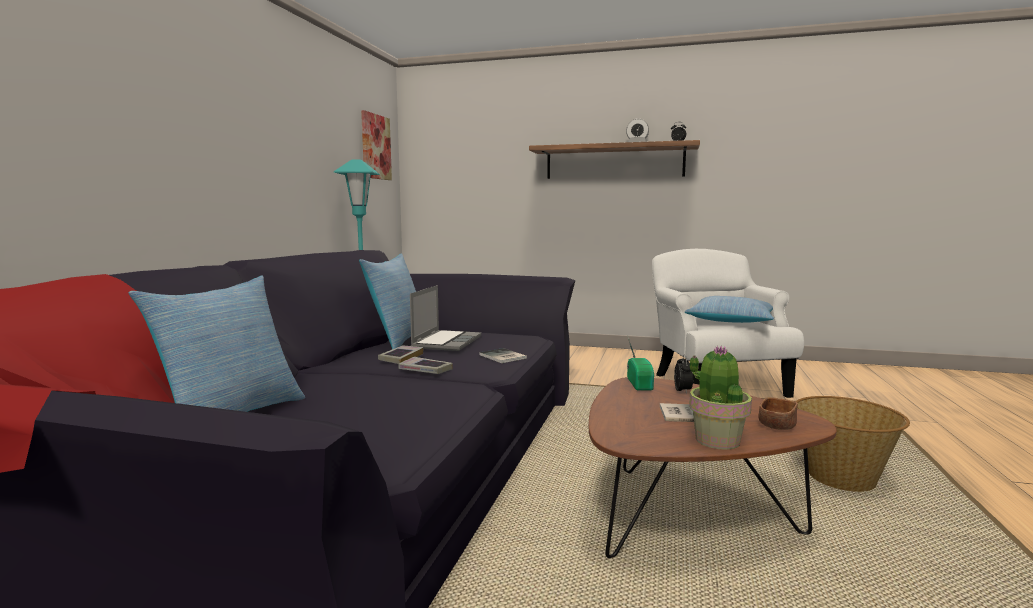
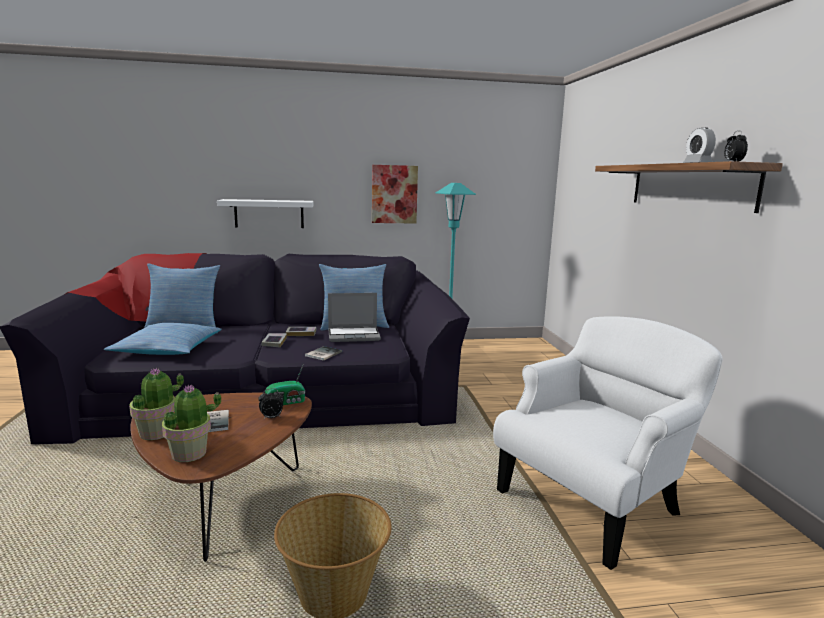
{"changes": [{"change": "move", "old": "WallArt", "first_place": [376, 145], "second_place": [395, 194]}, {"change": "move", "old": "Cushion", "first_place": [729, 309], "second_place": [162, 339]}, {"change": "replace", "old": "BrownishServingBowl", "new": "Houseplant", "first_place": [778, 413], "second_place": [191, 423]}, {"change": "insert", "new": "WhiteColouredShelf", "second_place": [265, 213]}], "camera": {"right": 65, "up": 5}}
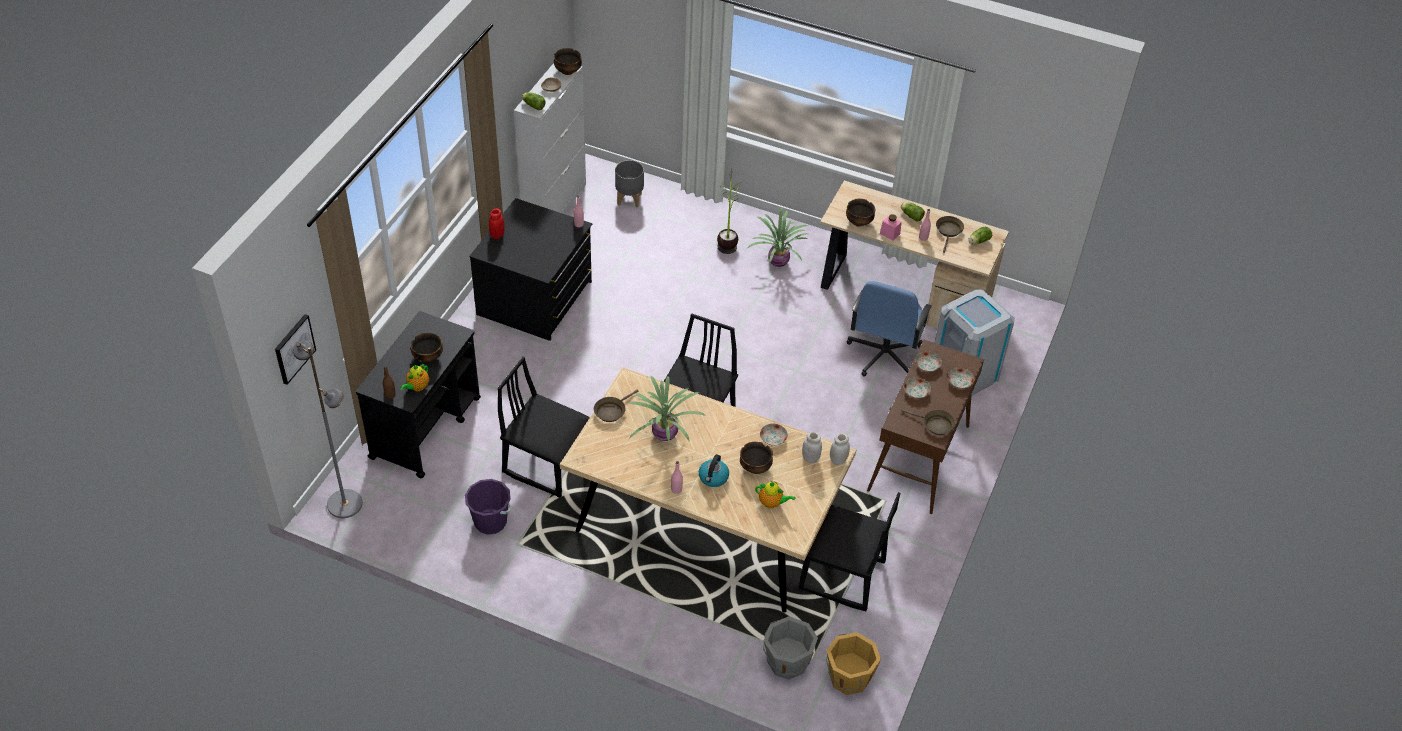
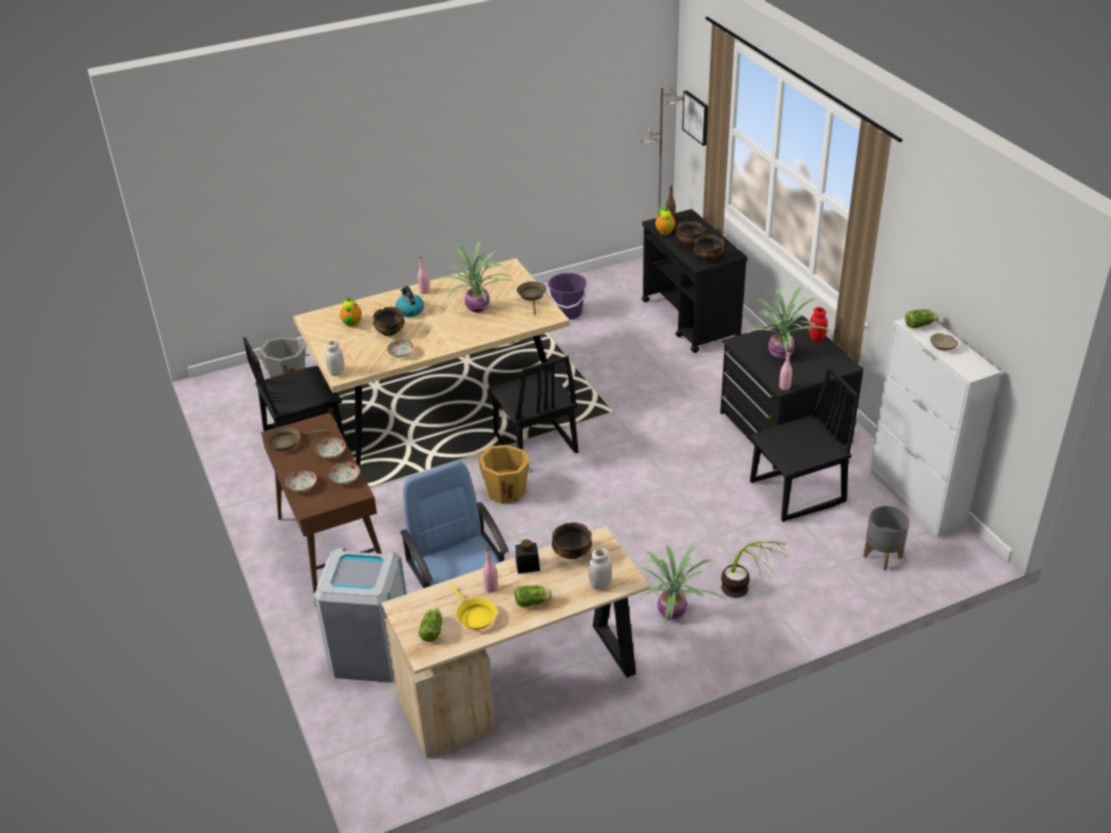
{"changes": [{"change": "move", "old": "BlackColouredPlainChair", "first_place": [544, 427], "second_place": [804, 444]}, {"change": "move", "old": "ServingBowl", "first_place": [568, 61], "second_place": [709, 248]}, {"change": "rotate", "old": "Teapot", "first_place": [775, 494], "second_place": [351, 312], "degrees": -60}, {"change": "move", "old": "WhiteColouredJar", "first_place": [812, 447], "second_place": [600, 569]}, {"change": "move", "old": "OrangePail", "first_place": [853, 663], "second_place": [506, 474]}, {"change": "recolor", "old": "PinkColouredJar", "new": "BlackColouredJar", "first_place": [891, 227], "second_place": [528, 556]}, {"change": "recolor", "old": "BrownishFryingPan", "new": "YellowishFryingPan", "first_place": [950, 234], "second_place": [473, 607]}, {"change": "insert", "new": "Houseplant", "second_place": [789, 323]}], "camera": {"right": 135, "up": -10}}
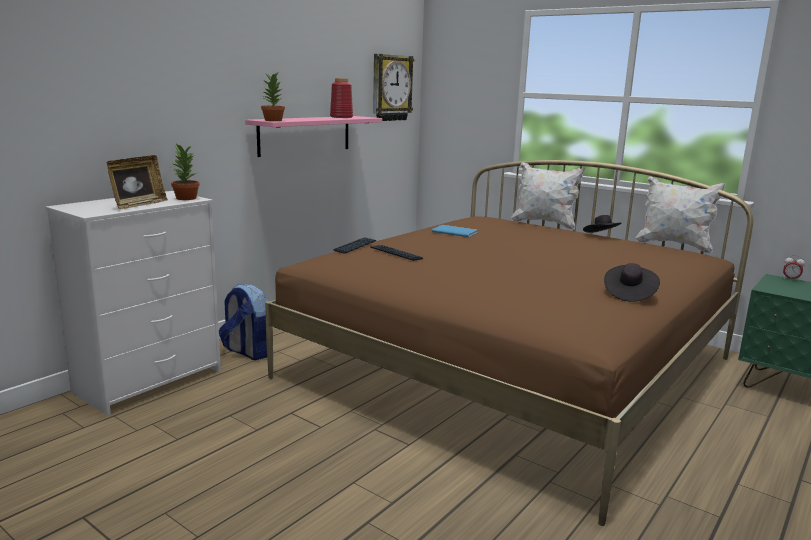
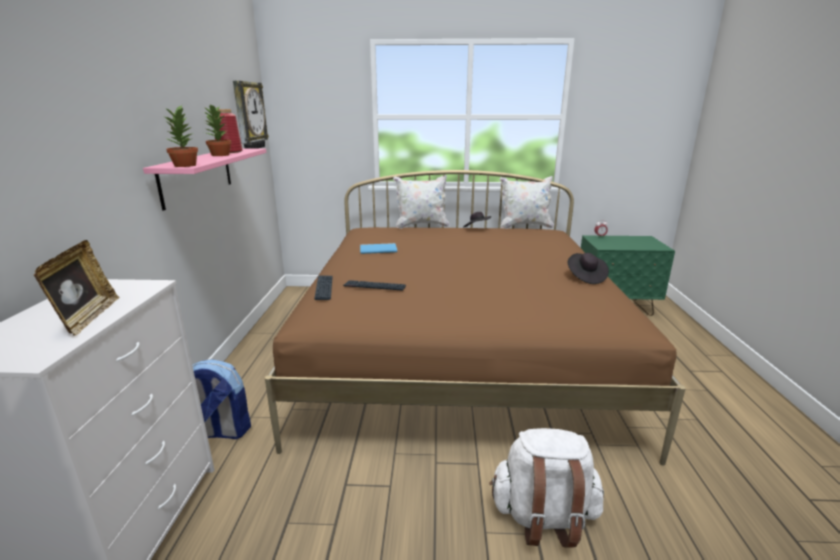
{"changes": [{"change": "move", "old": "Houseplant", "first_place": [185, 172], "second_place": [217, 130]}, {"change": "insert", "new": "WhiteColouredBackpack", "second_place": [546, 487]}], "camera": {"right": -35, "up": 5}}
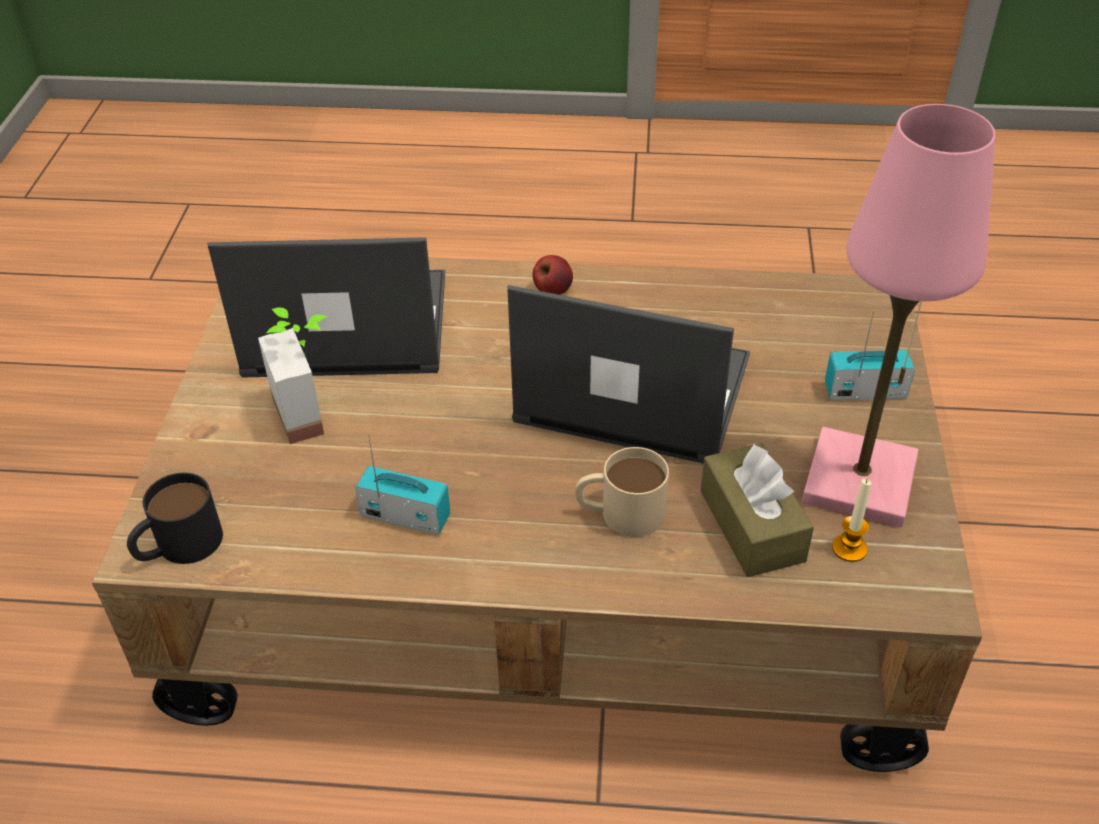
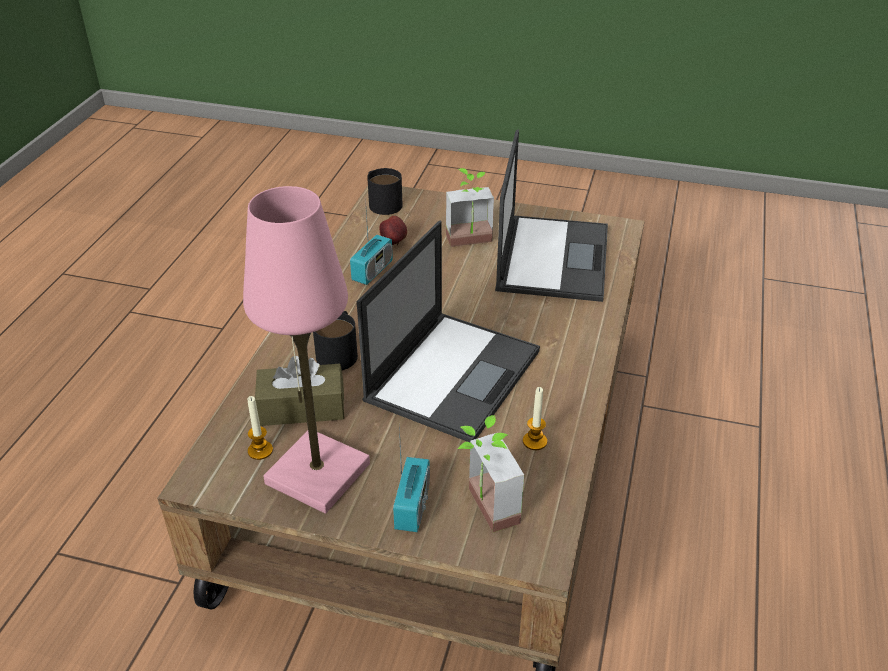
{"changes": [{"change": "move", "old": "WholeApple", "first_place": [552, 275], "second_place": [393, 230]}, {"change": "recolor", "old": "BeigeMug", "new": "BlackColouredMug", "first_place": [622, 492], "second_place": [335, 340]}, {"change": "insert", "new": "Houseplant", "second_place": [491, 473]}, {"change": "insert", "new": "WaxLight", "second_place": [535, 418]}], "camera": {"right": 100, "up": -5}}
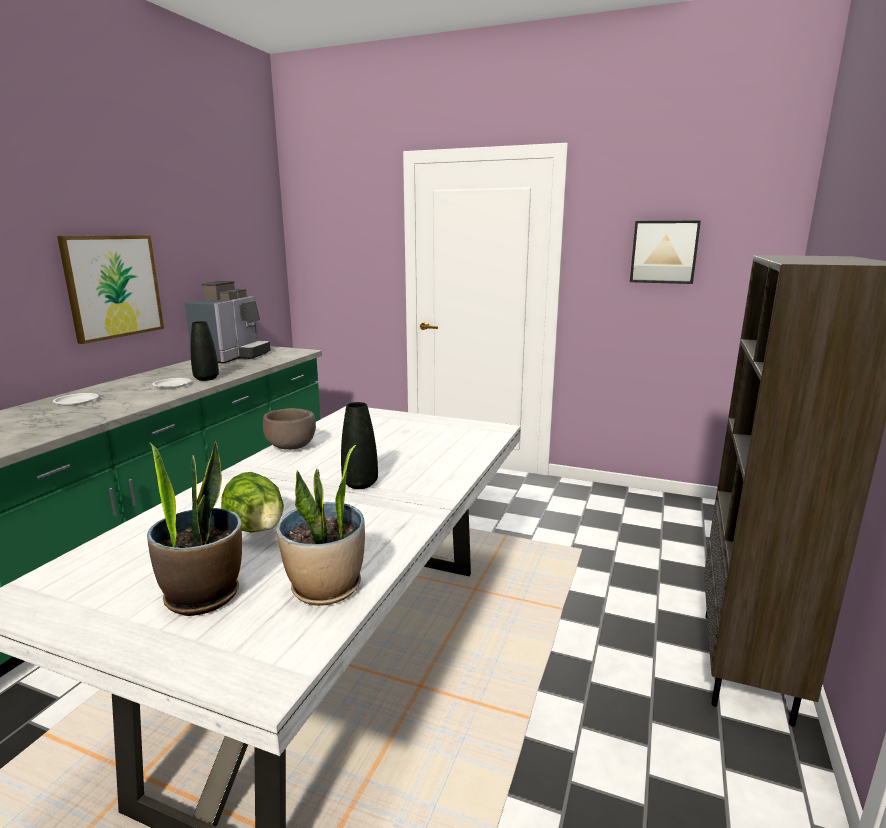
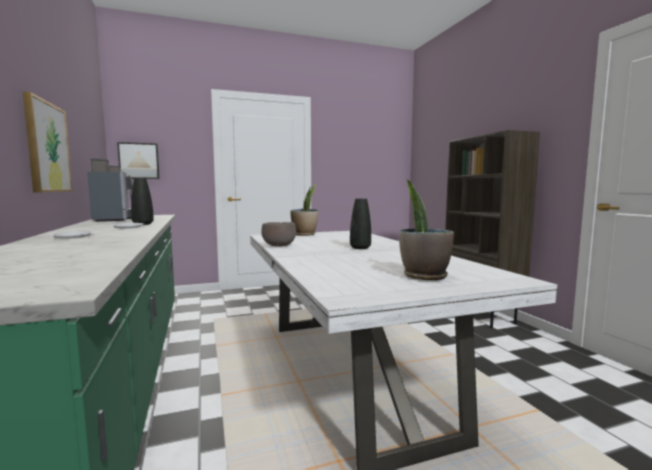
{"changes": [{"change": "delete", "old": "HeadOfLettuce", "first_place": [252, 502]}, {"change": "move", "old": "Houseplant", "first_place": [320, 525], "second_place": [304, 209]}, {"change": "move", "old": "WallArt", "first_place": [665, 252], "second_place": [138, 160]}], "camera": {"right": -40, "up": -10}}
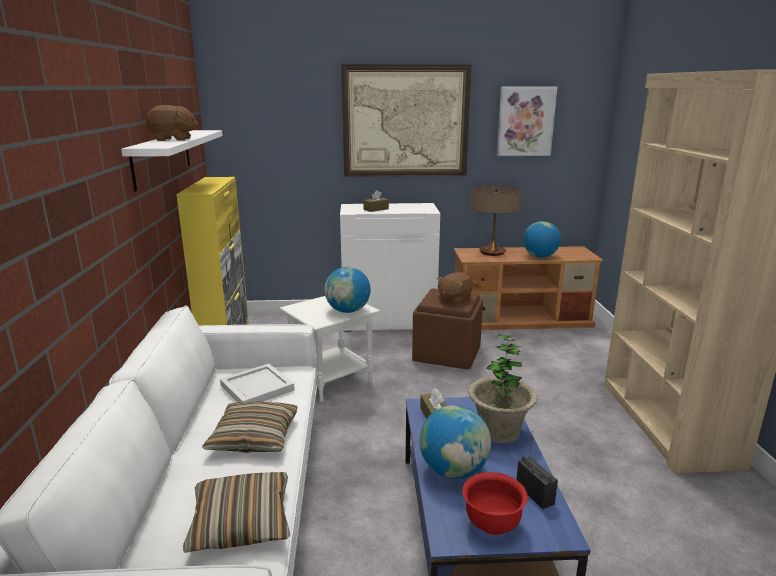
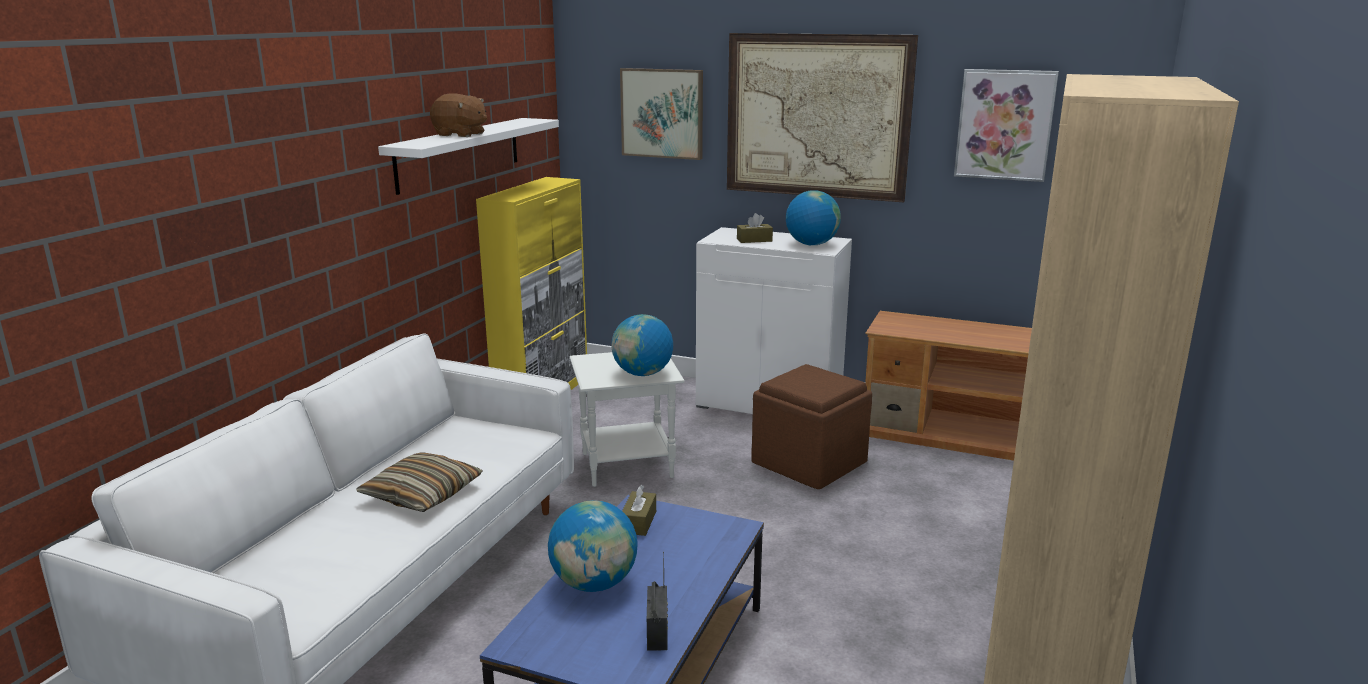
{"changes": [{"change": "delete", "old": "Cushion", "first_place": [236, 512]}, {"change": "delete", "old": "WhiteColouredCarryingTray", "first_place": [257, 383]}, {"change": "delete", "old": "BrownishCuddlyToy", "first_place": [455, 288]}, {"change": "delete", "old": "RedServingBowl", "first_place": [495, 503]}, {"change": "delete", "old": "Houseplant", "first_place": [503, 388]}, {"change": "delete", "old": "LampForATable", "first_place": [496, 221]}, {"change": "move", "old": "DeskGlobe", "first_place": [542, 239], "second_place": [813, 217]}, {"change": "insert", "new": "WallArt", "second_place": [661, 114]}], "camera": {"right": 25, "up": 0}}
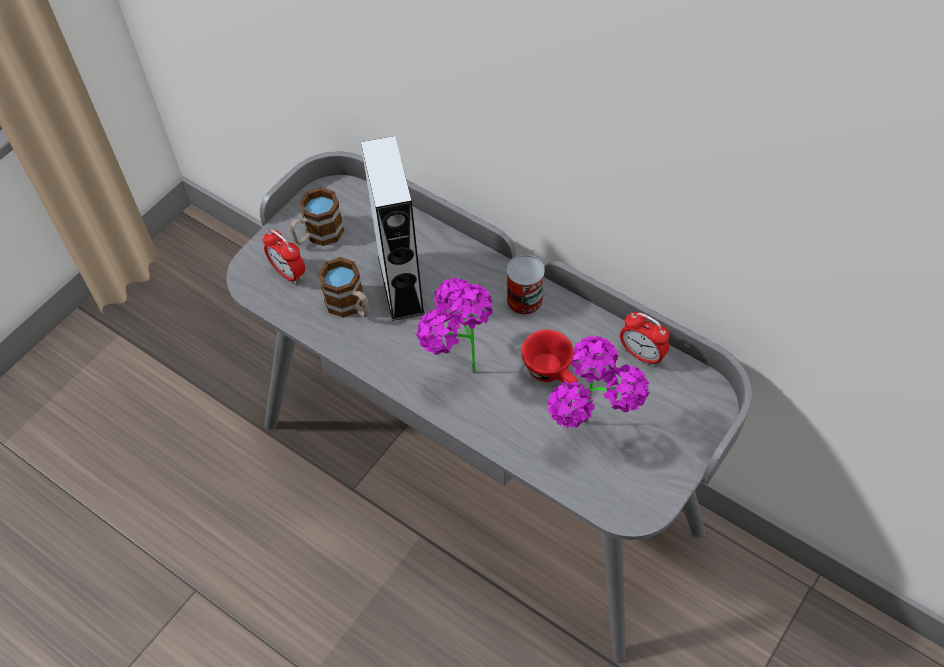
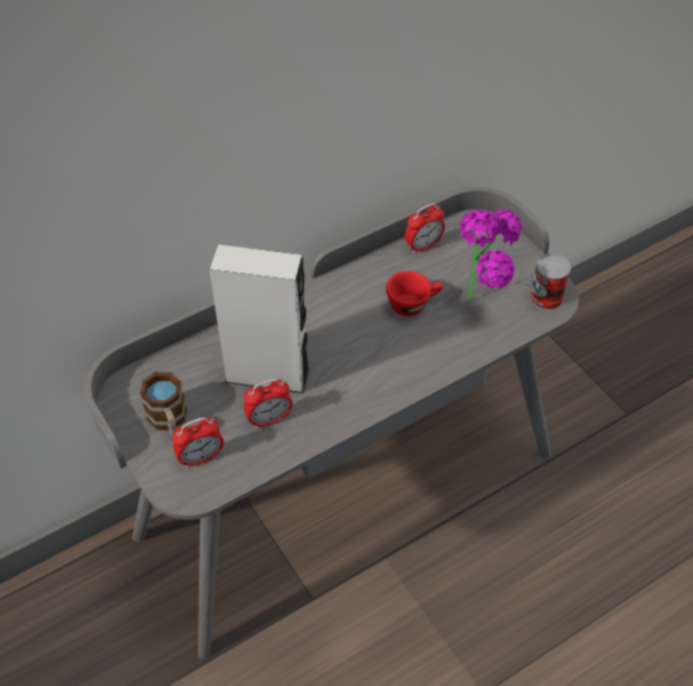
{"changes": [{"change": "replace", "old": "Mug", "new": "BedsideClock", "first_place": [343, 287], "second_place": [268, 403]}, {"change": "delete", "old": "Houseplant", "first_place": [454, 325]}, {"change": "move", "old": "MetalCan", "first_place": [526, 285], "second_place": [550, 281]}], "camera": {"right": -70, "up": -5}}
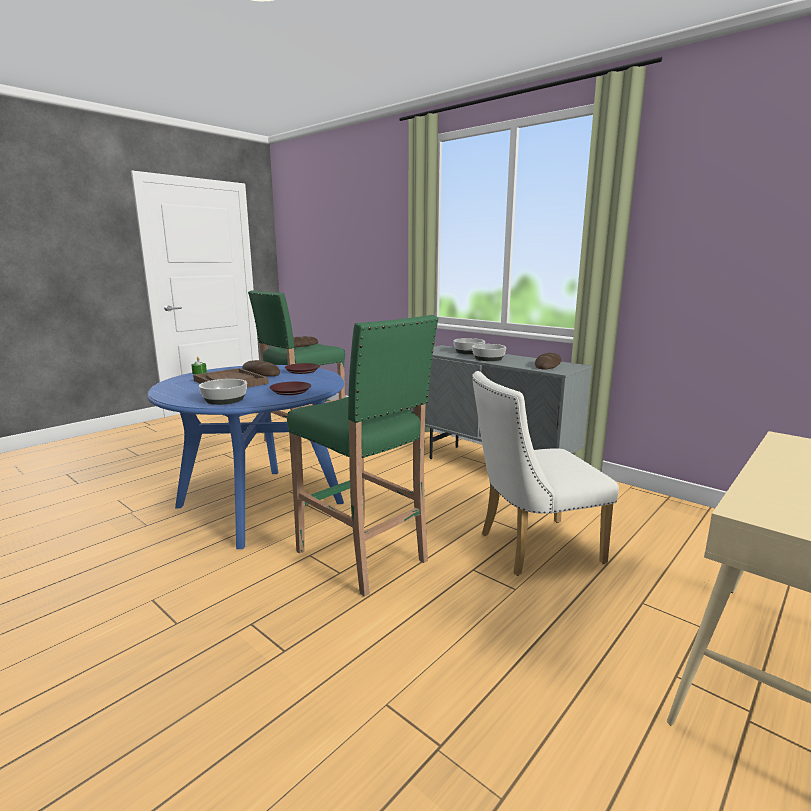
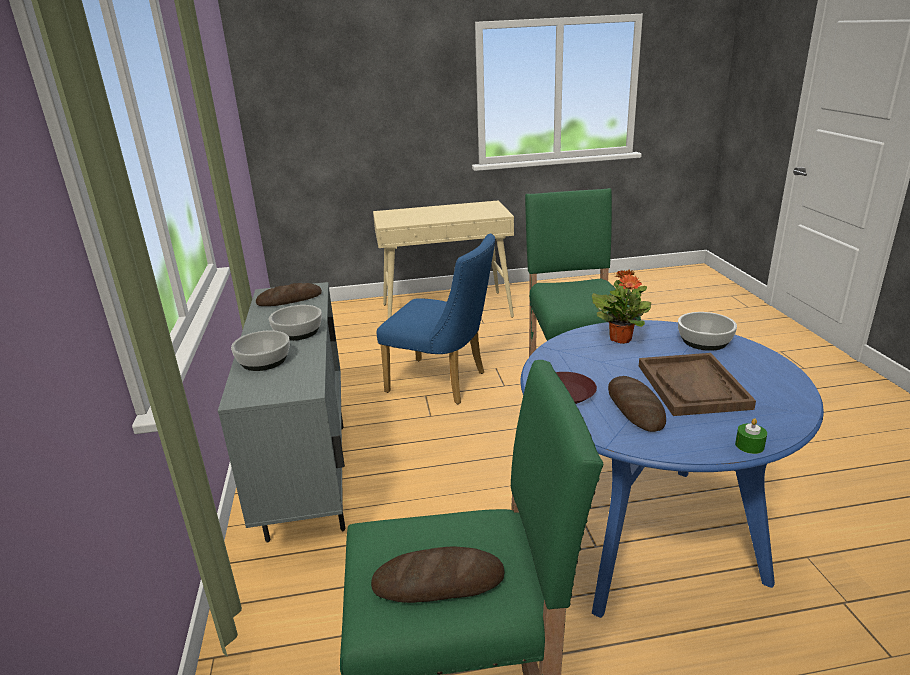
{"changes": [{"change": "replace", "old": "BrownishDinnerPlate", "new": "Houseplant", "first_place": [290, 388], "second_place": [621, 307]}, {"change": "recolor", "old": "WhiteColouredPlainChair", "new": "BluePlainChair", "first_place": [545, 473], "second_place": [436, 319]}], "camera": {"right": -140, "up": 10}}
